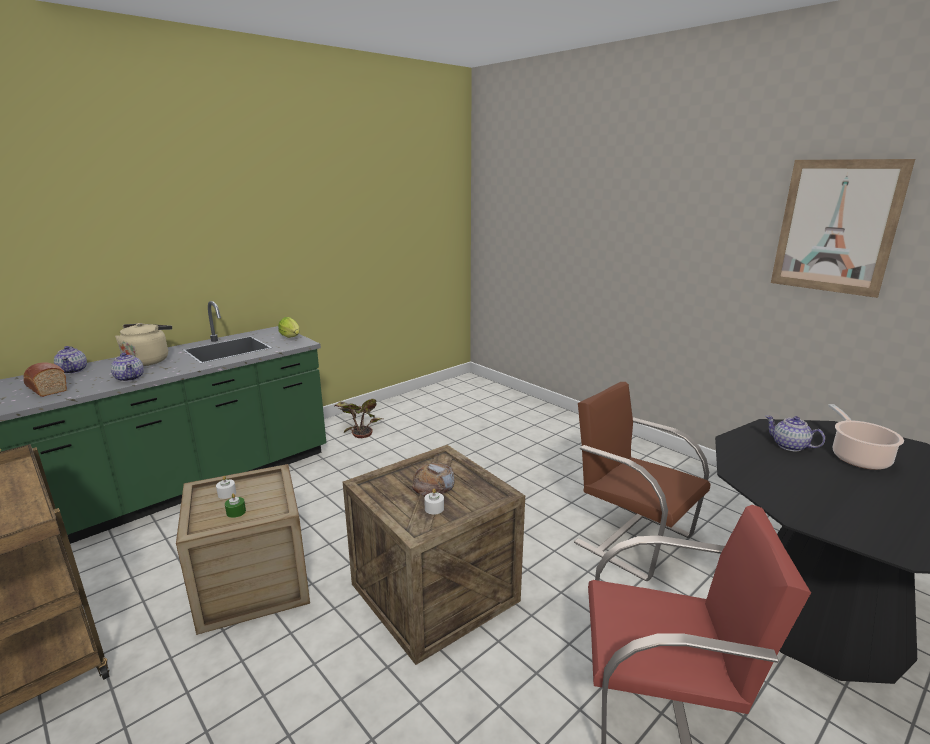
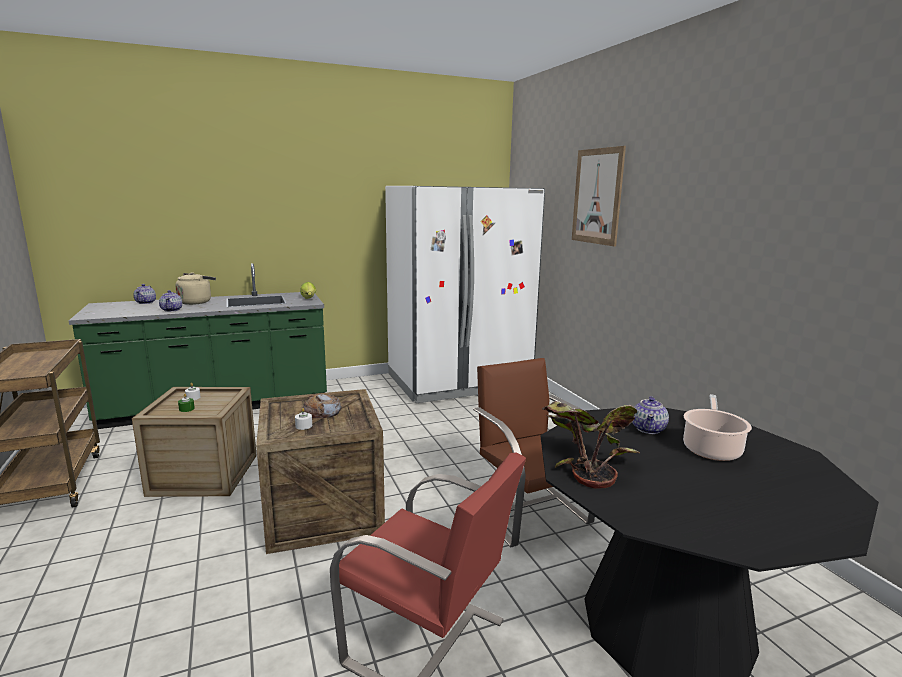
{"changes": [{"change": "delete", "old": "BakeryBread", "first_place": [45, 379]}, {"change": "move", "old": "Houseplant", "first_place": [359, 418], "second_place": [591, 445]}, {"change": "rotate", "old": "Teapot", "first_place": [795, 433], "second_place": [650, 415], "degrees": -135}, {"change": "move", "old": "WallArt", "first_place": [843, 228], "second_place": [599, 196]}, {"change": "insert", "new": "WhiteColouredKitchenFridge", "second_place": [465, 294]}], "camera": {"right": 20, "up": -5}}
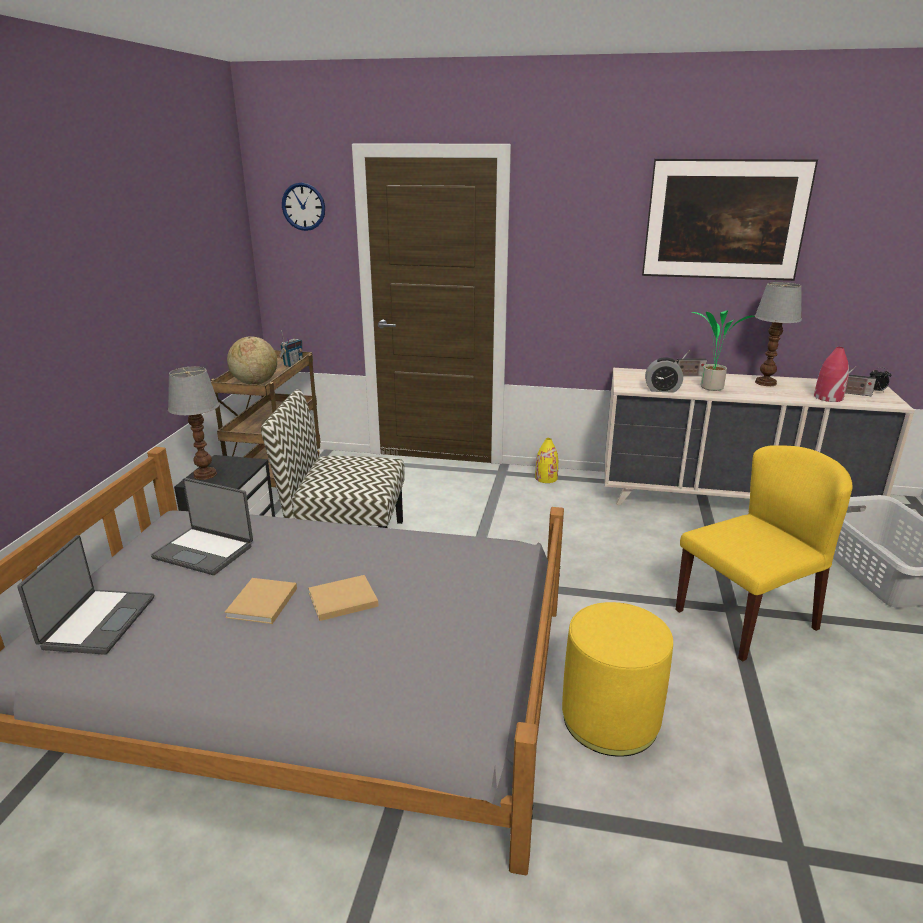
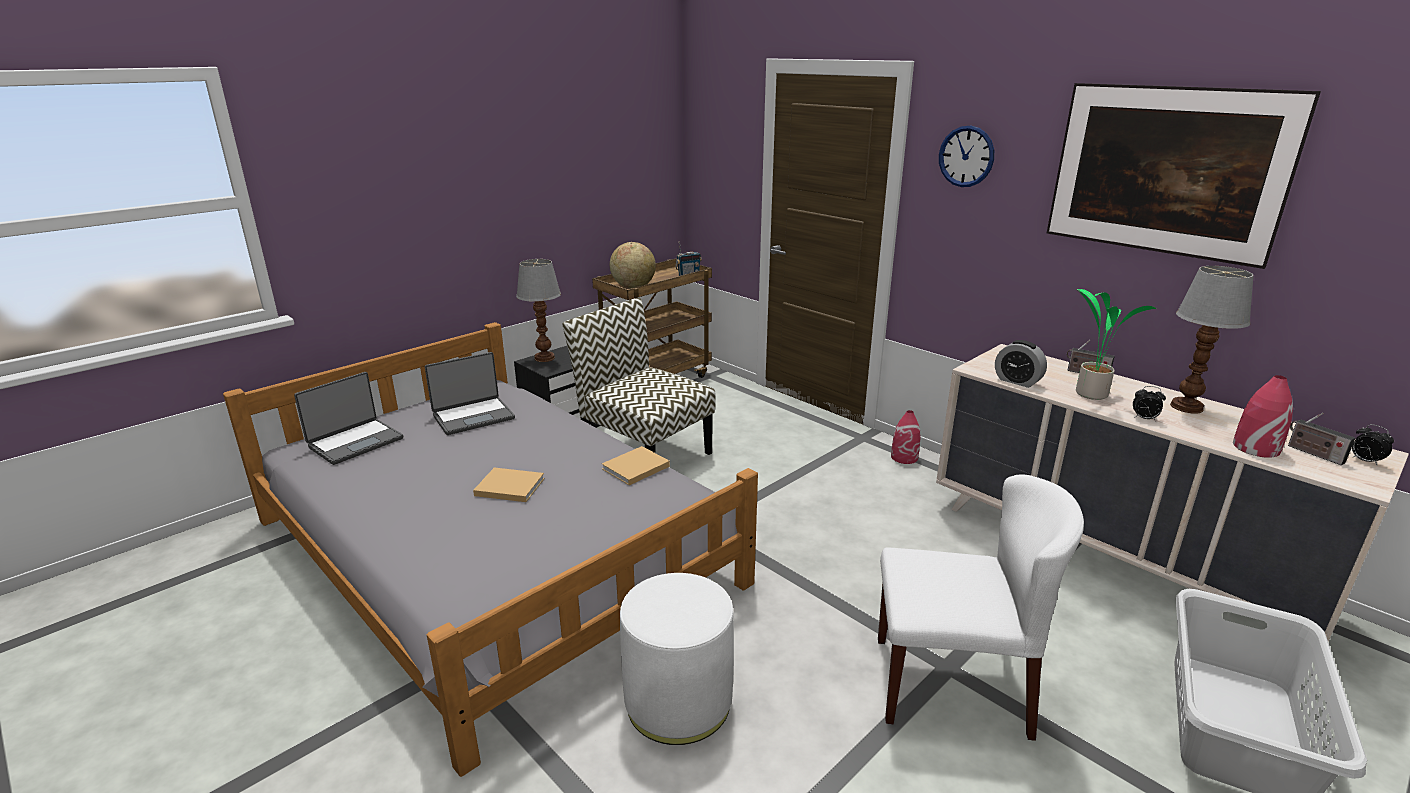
{"changes": [{"change": "rotate", "old": "NotebookComputer", "first_place": [202, 526], "second_place": [470, 393], "degrees": -90}, {"change": "move", "old": "BeigeVolume", "first_place": [260, 601], "second_place": [636, 465]}, {"change": "move", "old": "ClockOnTheWall", "first_place": [303, 206], "second_place": [966, 156]}, {"change": "recolor", "old": "YellowishVase", "new": "RedVase", "first_place": [546, 460], "second_place": [906, 437]}, {"change": "recolor", "old": "YellowishFootrest", "new": "WhiteColouredFootrest", "first_place": [617, 679], "second_place": [677, 659]}, {"change": "recolor", "old": "YellowishPlainChair", "new": "WhiteColouredPlainChair", "first_place": [763, 553], "second_place": [981, 607]}, {"change": "insert", "new": "BedsideClock", "second_place": [1149, 403]}], "camera": {"right": 35, "up": 0}}
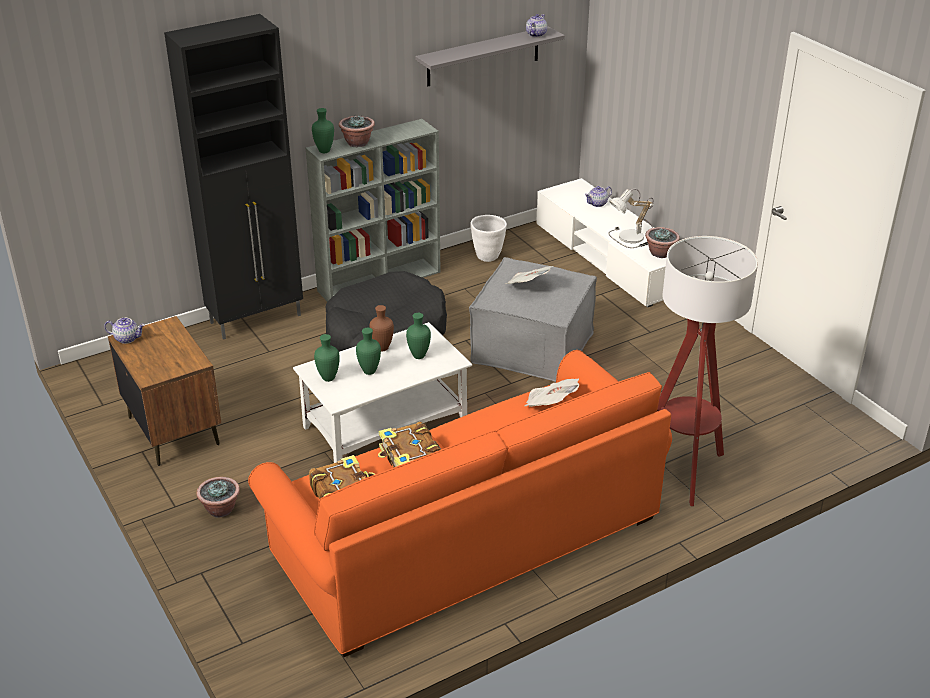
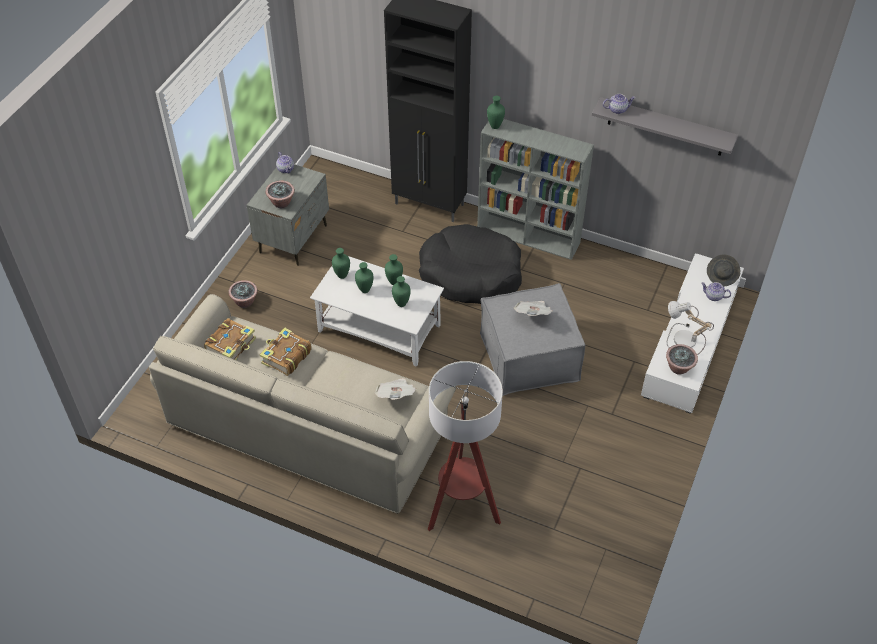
{"changes": [{"change": "recolor", "old": "BrownishNightTable", "new": "GreyNightTable", "first_place": [164, 391], "second_place": [288, 215]}, {"change": "recolor", "old": "OrangeSettee", "new": "BeigeSettee", "first_place": [460, 503], "second_place": [302, 404]}, {"change": "move", "old": "Houseplant", "first_place": [357, 131], "second_place": [280, 194]}, {"change": "recolor", "old": "BrownishVase", "new": "GreenishVase", "first_place": [381, 328], "second_place": [394, 269]}, {"change": "delete", "old": "WhiteColouredPlantPot", "first_place": [488, 238]}, {"change": "move", "old": "Teapot", "first_place": [536, 25], "second_place": [619, 104]}, {"change": "insert", "new": "GreyClothingHat", "second_place": [724, 270]}], "camera": {"right": 55, "up": 15}}
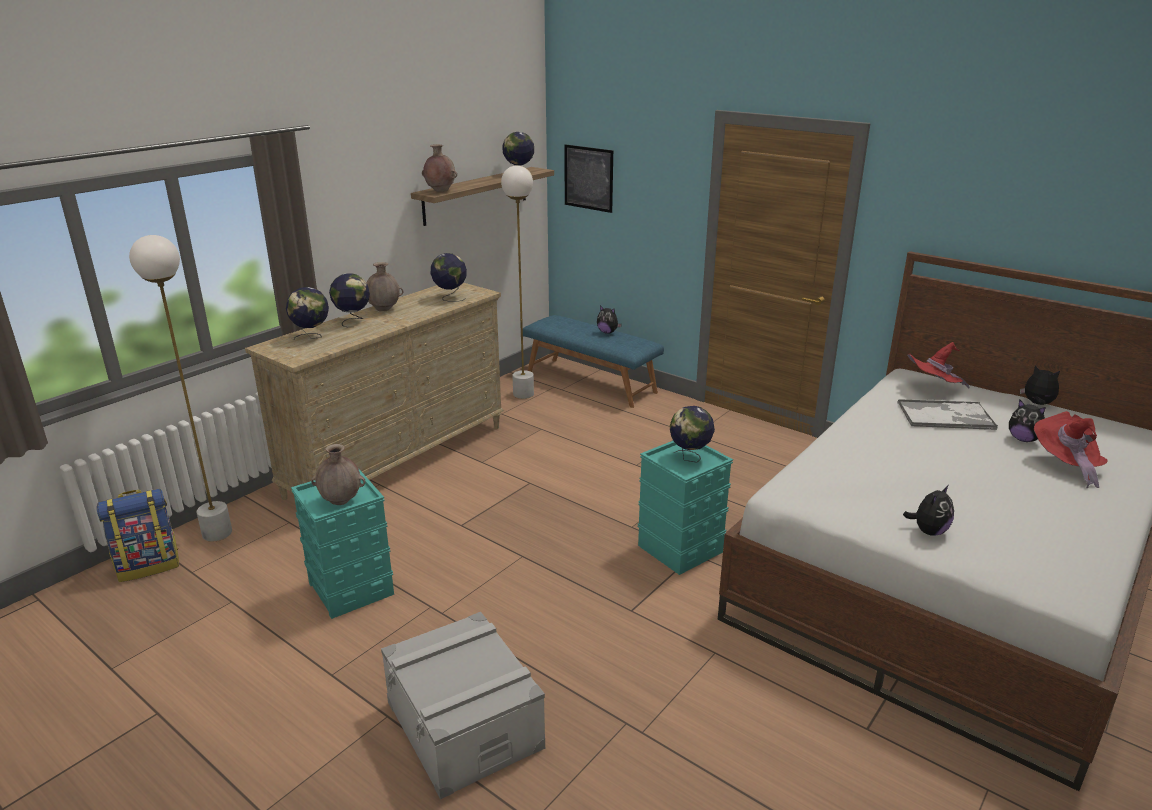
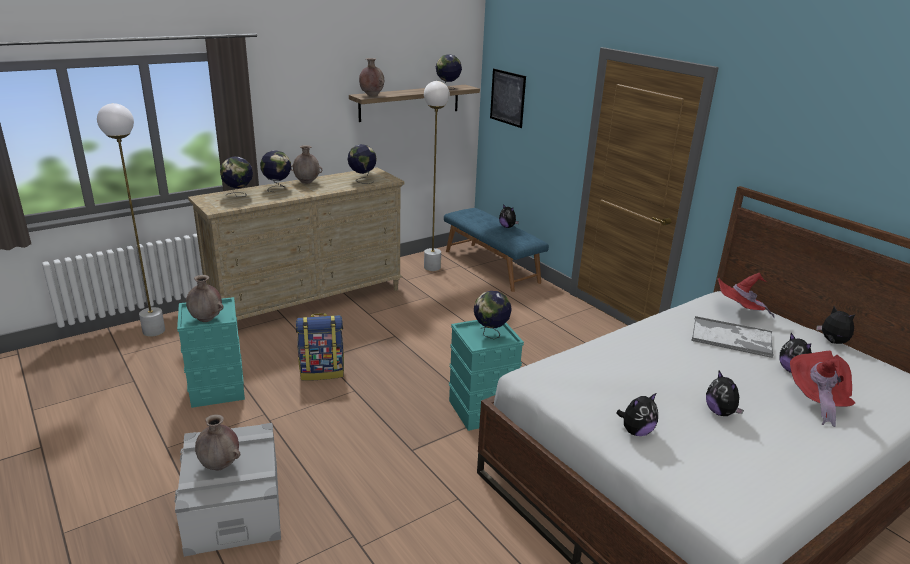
{"changes": [{"change": "move", "old": "Backpack", "first_place": [138, 535], "second_place": [320, 347]}, {"change": "insert", "new": "BrownishVase", "second_place": [217, 442]}, {"change": "insert", "new": "CuddlyToy", "second_place": [725, 393]}], "camera": {"right": 15, "up": 0}}
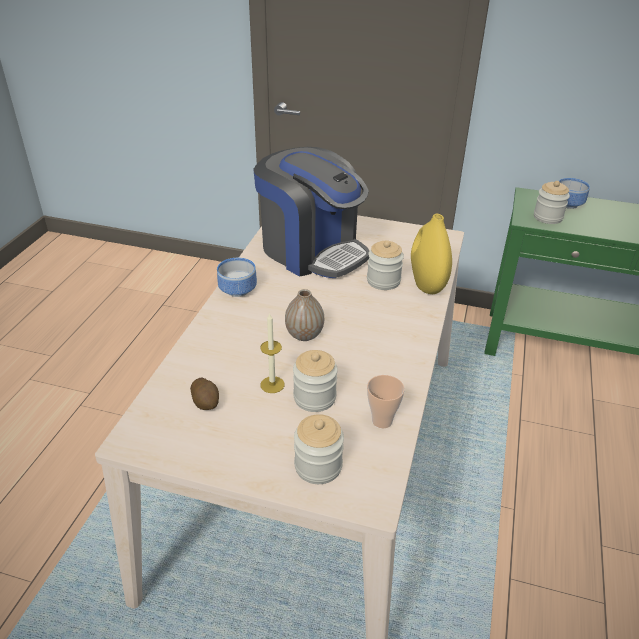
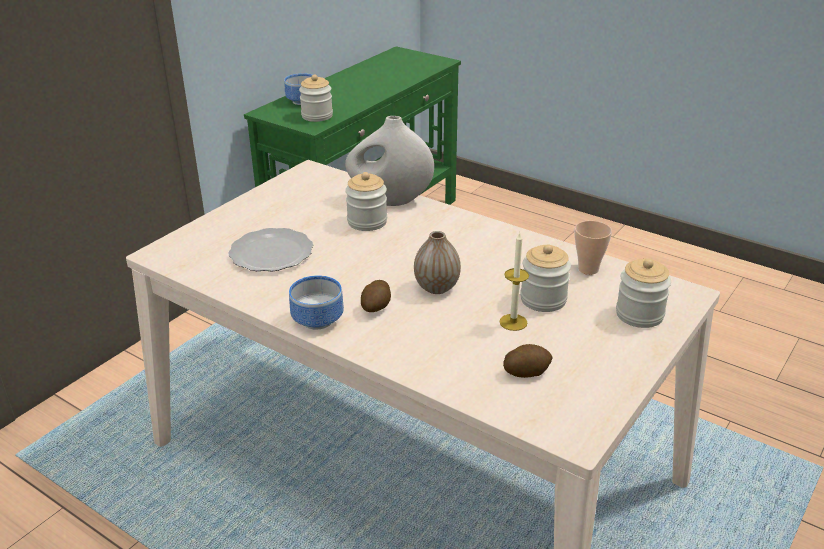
{"changes": [{"change": "replace", "old": "CoffeeMaker", "new": "DinnerPlate", "first_place": [311, 212], "second_place": [270, 249]}, {"change": "recolor", "old": "YellowishVase", "new": "WhiteColouredVase", "first_place": [431, 254], "second_place": [389, 161]}, {"change": "insert", "new": "Spud", "second_place": [376, 296]}], "camera": {"right": -70, "up": -5}}
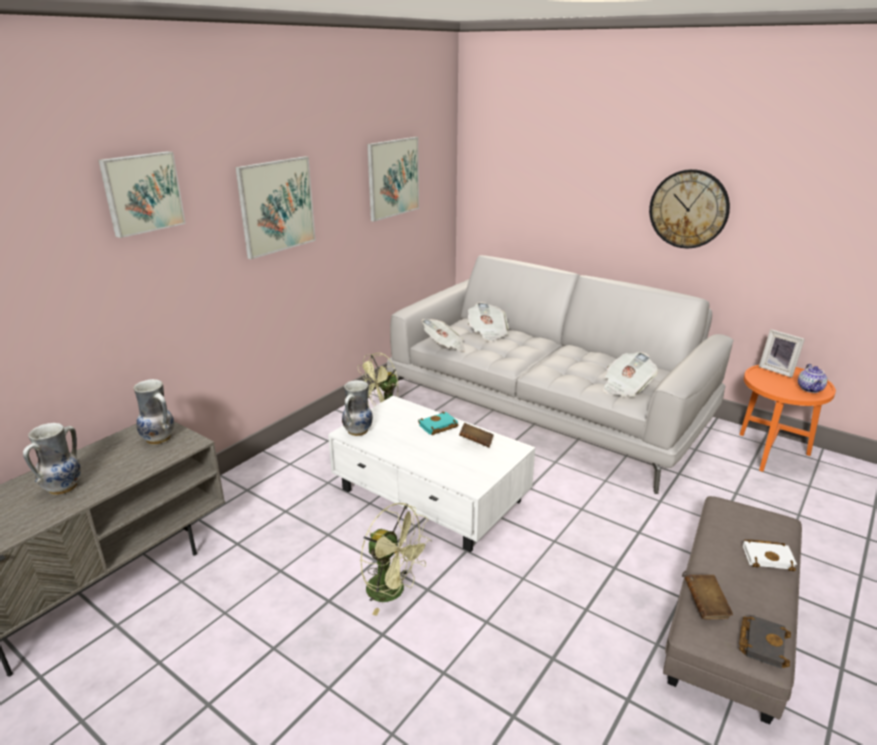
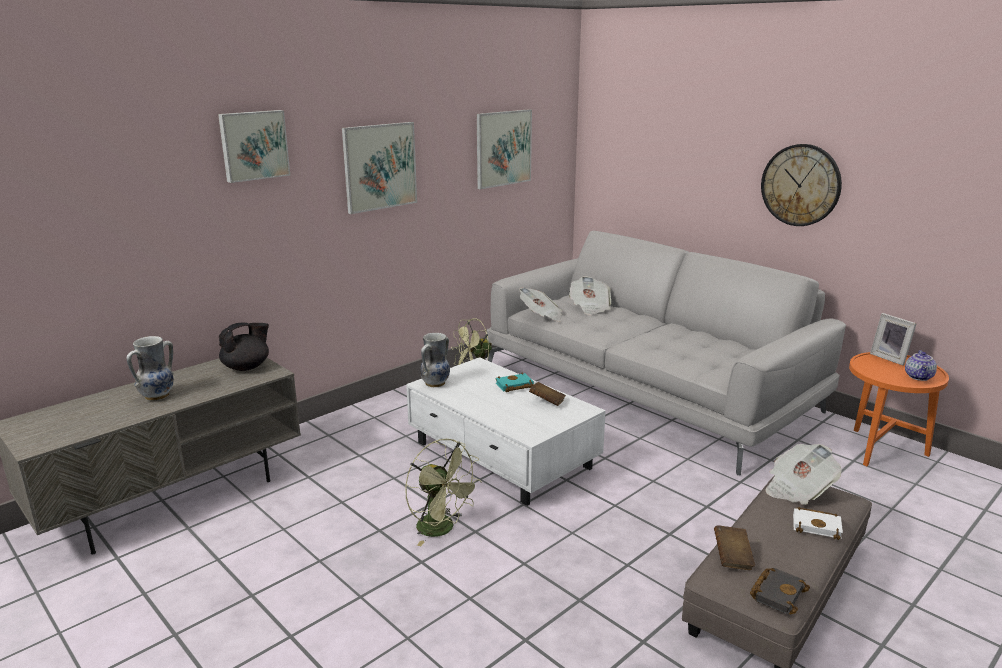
{"changes": [{"change": "replace", "old": "Vase", "new": "BlackColouredTeapot", "first_place": [153, 412], "second_place": [244, 347]}, {"change": "move", "old": "PrintedPaper", "first_place": [630, 374], "second_place": [803, 474]}], "camera": {"right": 10, "up": -5}}
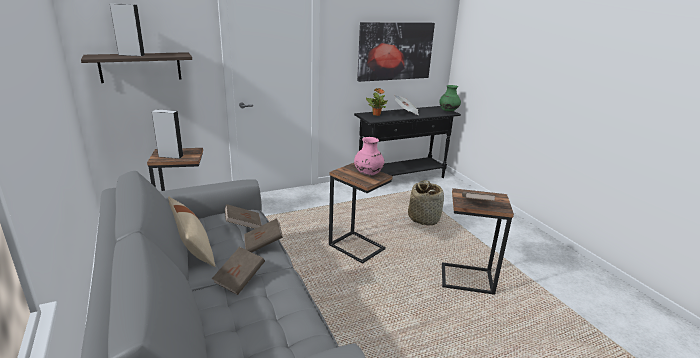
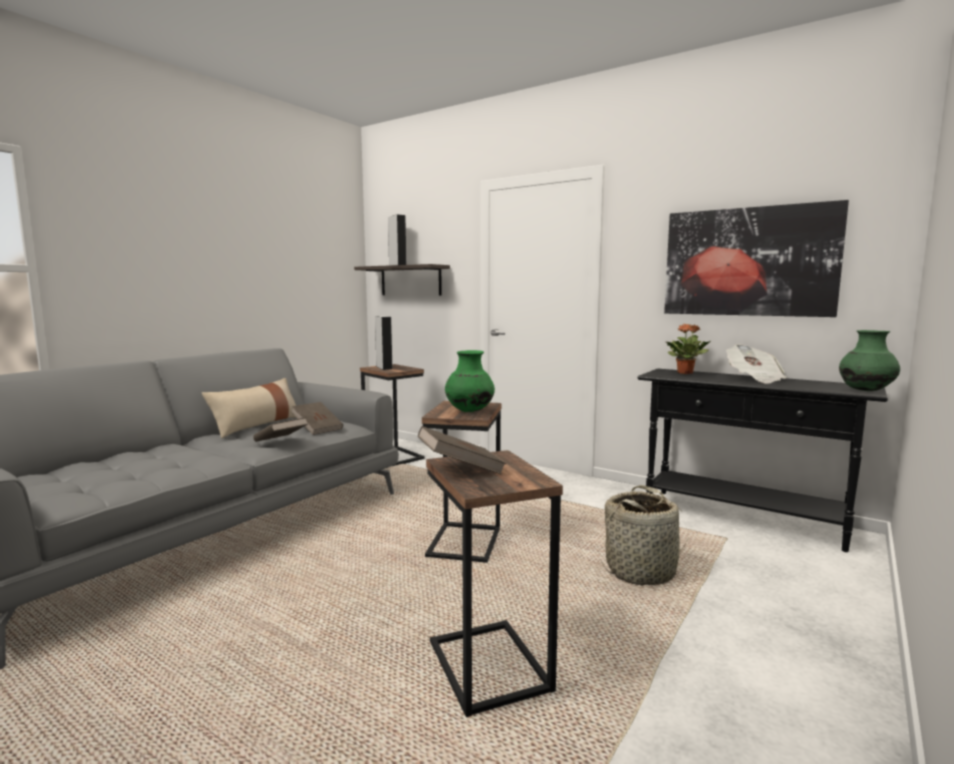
{"changes": [{"change": "delete", "old": "BrownishVolume", "first_place": [238, 271]}, {"change": "recolor", "old": "PinkColouredVase", "new": "GreenishVase", "first_place": [369, 156], "second_place": [470, 381]}], "camera": {"right": 60, "up": -15}}
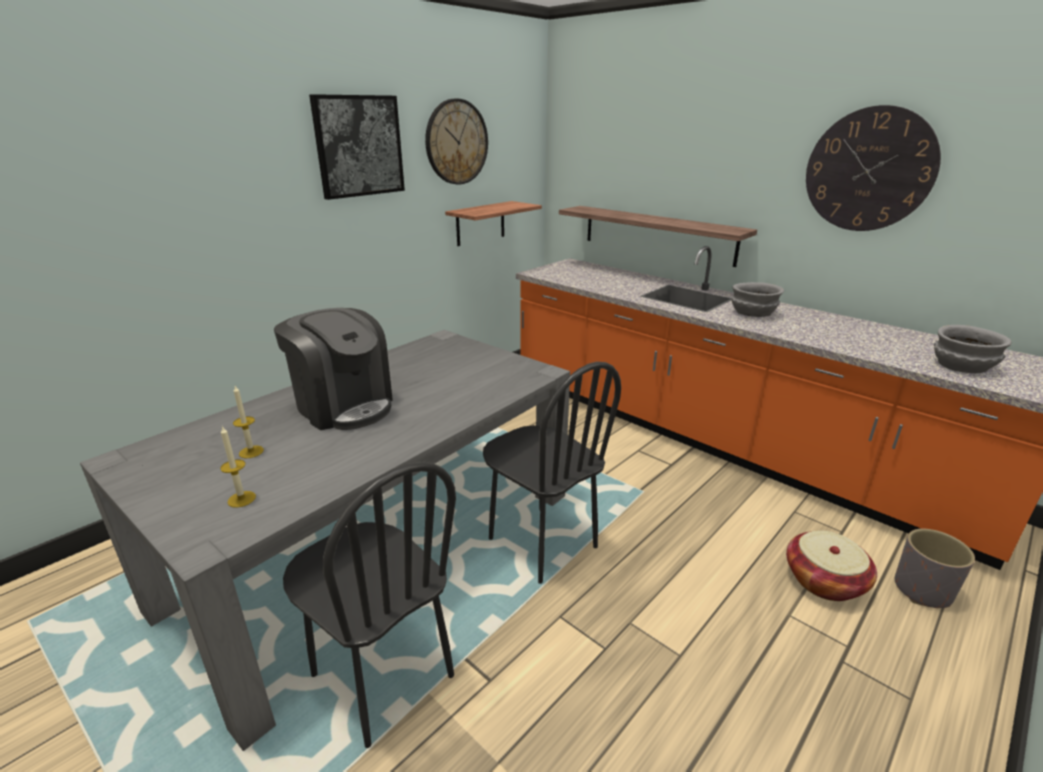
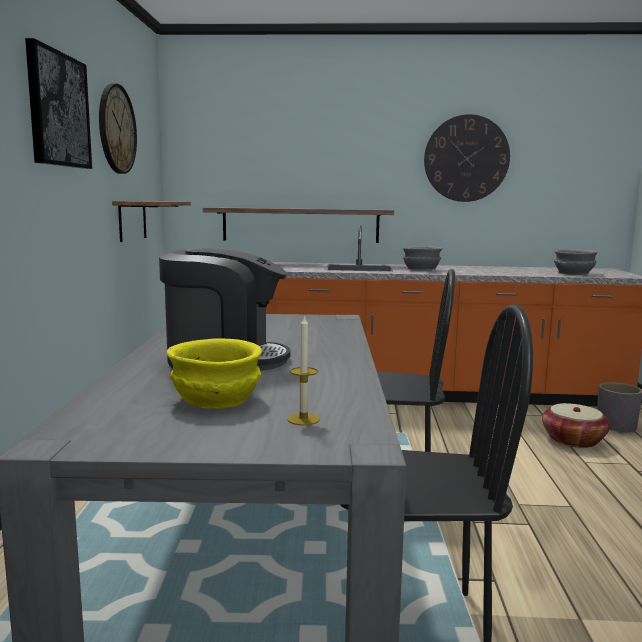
{"changes": [{"change": "replace", "old": "WaxLight", "new": "YellowishServingBowl", "first_place": [248, 422], "second_place": [214, 373]}], "camera": {"right": -40, "up": -15}}
